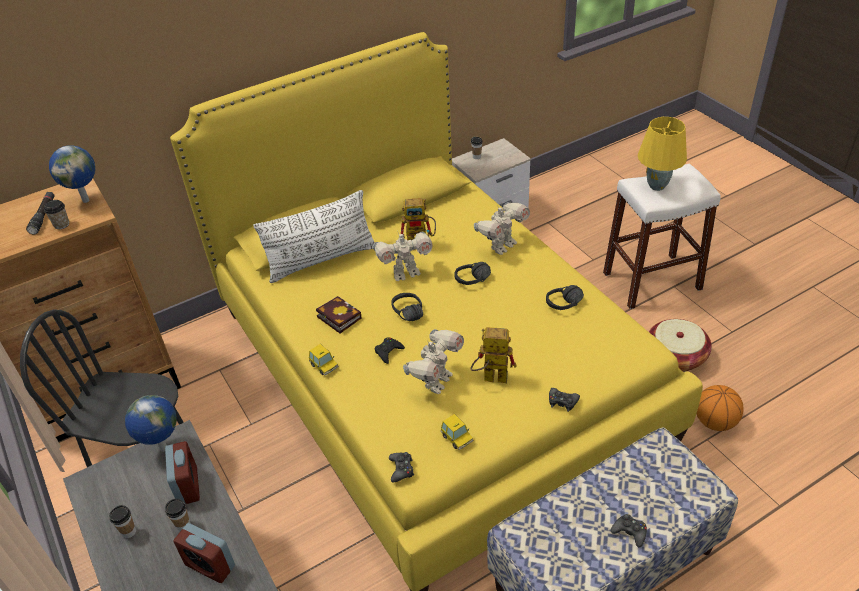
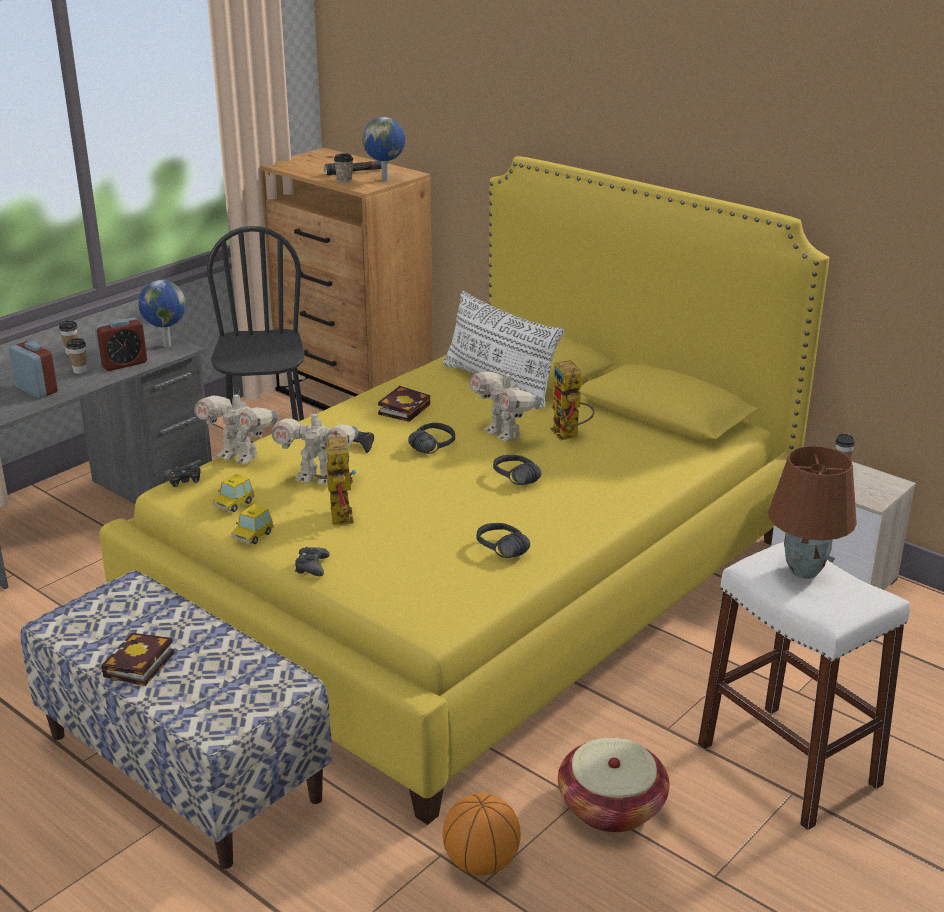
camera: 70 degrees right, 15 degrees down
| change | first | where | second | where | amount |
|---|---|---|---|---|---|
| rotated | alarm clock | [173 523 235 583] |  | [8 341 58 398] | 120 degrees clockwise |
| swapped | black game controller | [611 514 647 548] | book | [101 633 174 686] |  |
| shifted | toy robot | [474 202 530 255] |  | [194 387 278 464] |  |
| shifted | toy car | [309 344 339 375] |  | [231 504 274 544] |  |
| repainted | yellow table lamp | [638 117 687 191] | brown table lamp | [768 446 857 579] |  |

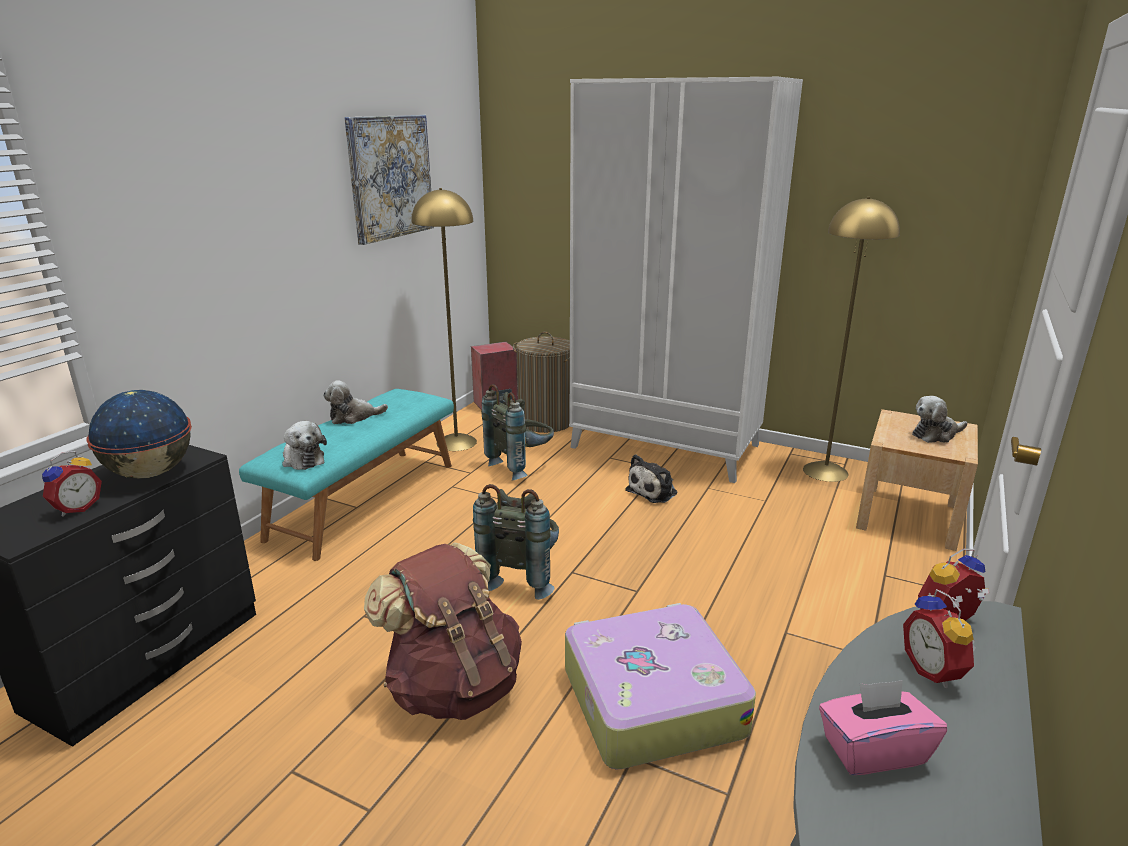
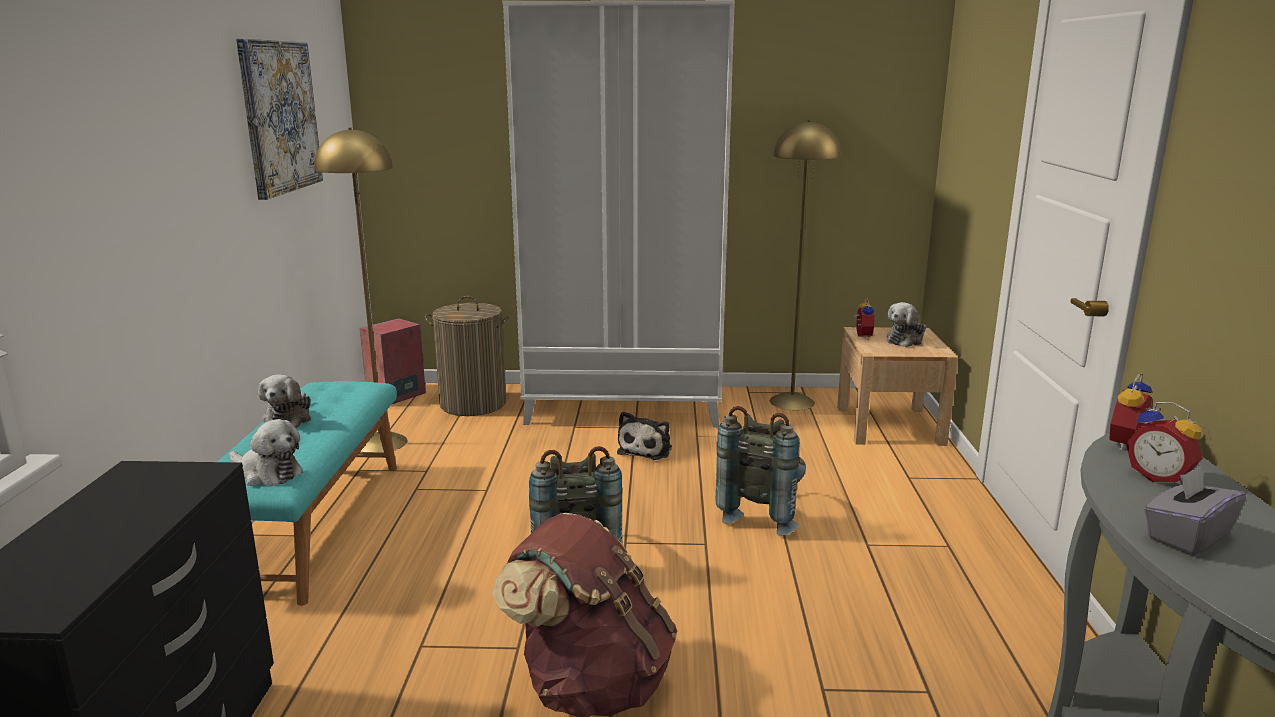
camera: 25 degrees left, 5 degrees down
| change | first | where | second | where | amount |
|---|---|---|---|---|---|
| rotated | plush toy | [323 380 388 424] |  | [258 374 311 428] | 45 degrees counterclockwise |
| shifted | grey backpack | [481 384 554 480] |  | [716 406 806 536] |  |
| shifted | alarm clock | [42 451 102 517] |  | [853 298 875 339] |  |
| repainted | pink tissue box | [819 680 947 775] | grey tissue box | [1144 466 1246 556] |  |
| gone | globe | [86 390 192 478] |  |  |  |
| gone | suitcase | [565 603 756 770] |  |  |  |

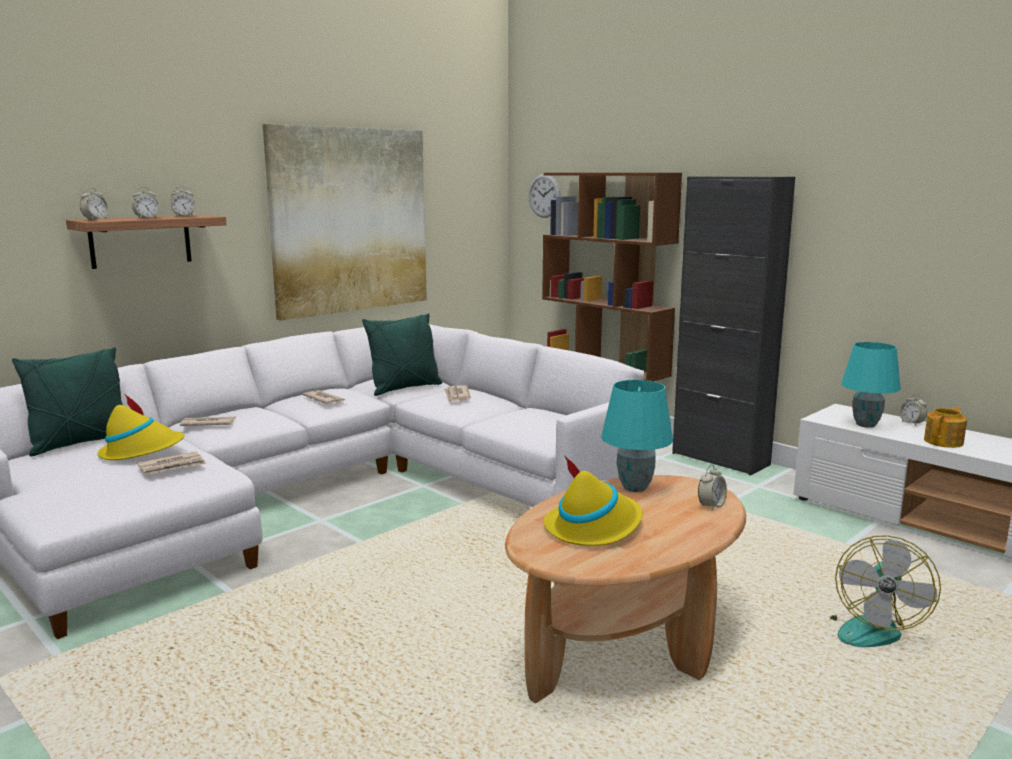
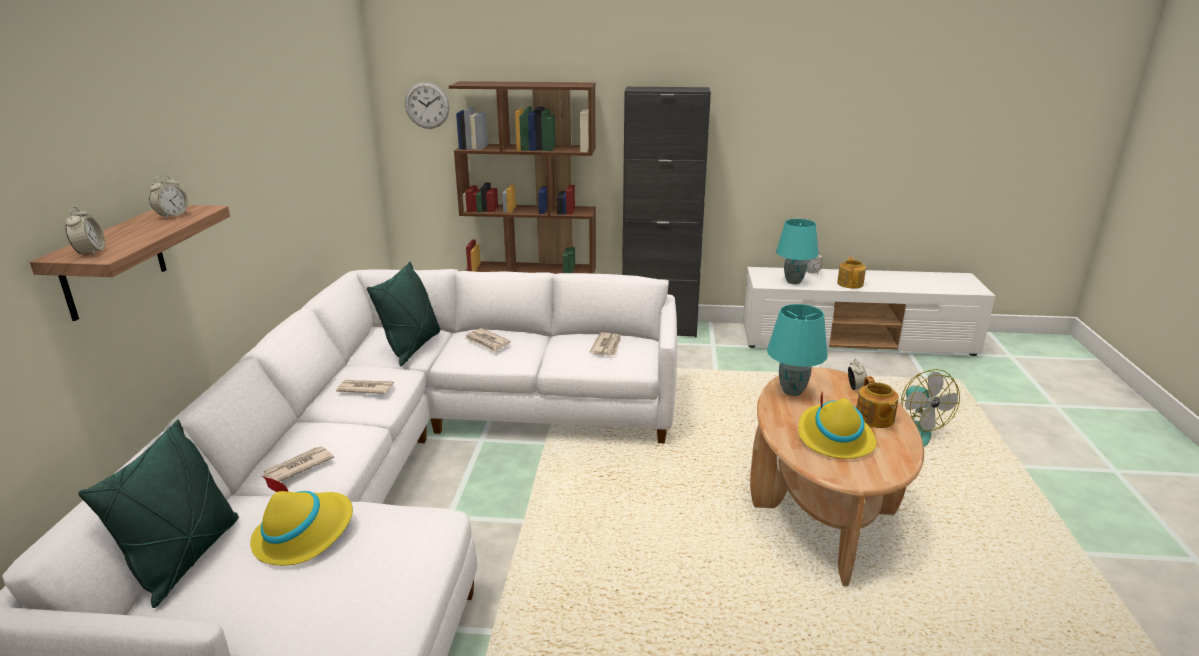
camera: 40 degrees left, 10 degrees up
| change | first | where | second | where | amount |
|---|---|---|---|---|---|
| shifted | newspaper | [137 452 207 474] |  | [589 332 621 356] |  |
| new |  |  | teapot | [856 376 899 428] |  |
| gone | alarm clock | [132 187 160 218] |  |  |  |
| gone | picture | [263 124 427 321] |  |  |  |

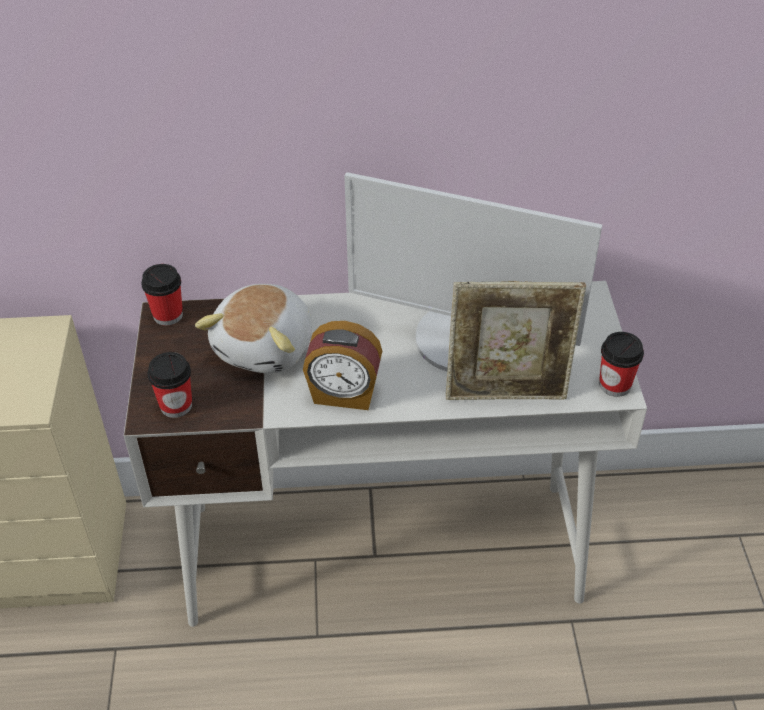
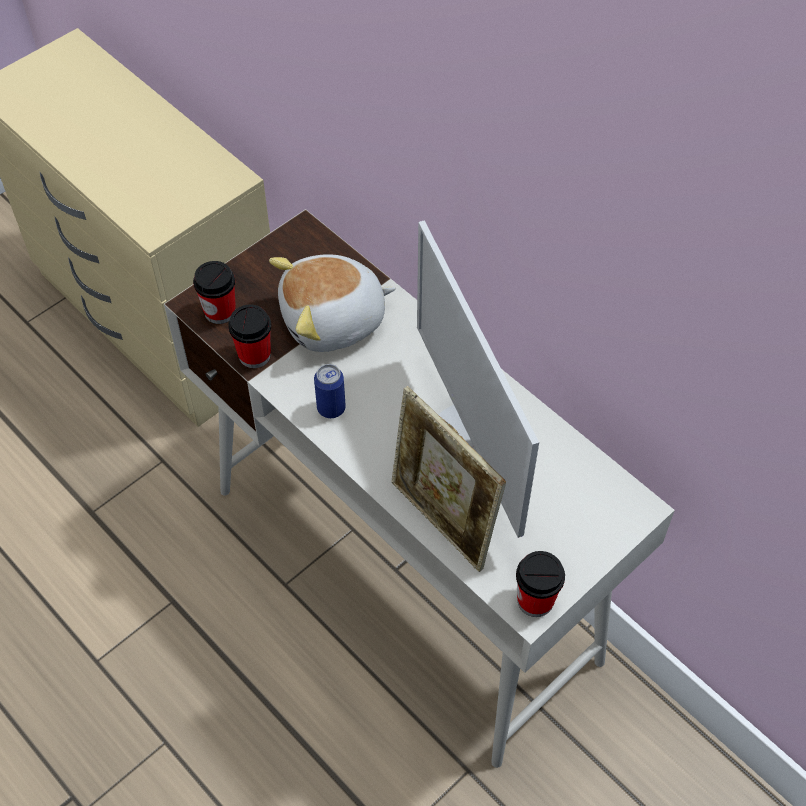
camera: 50 degrees right, 10 degrees up
| change | first | where | second | where | amount |
|---|---|---|---|---|---|
| shifted | cup | [141 264 183 325] |  | [228 304 271 368] |  |
| swapped | alarm clock | [303 321 382 410] | can | [314 364 346 418] |  |

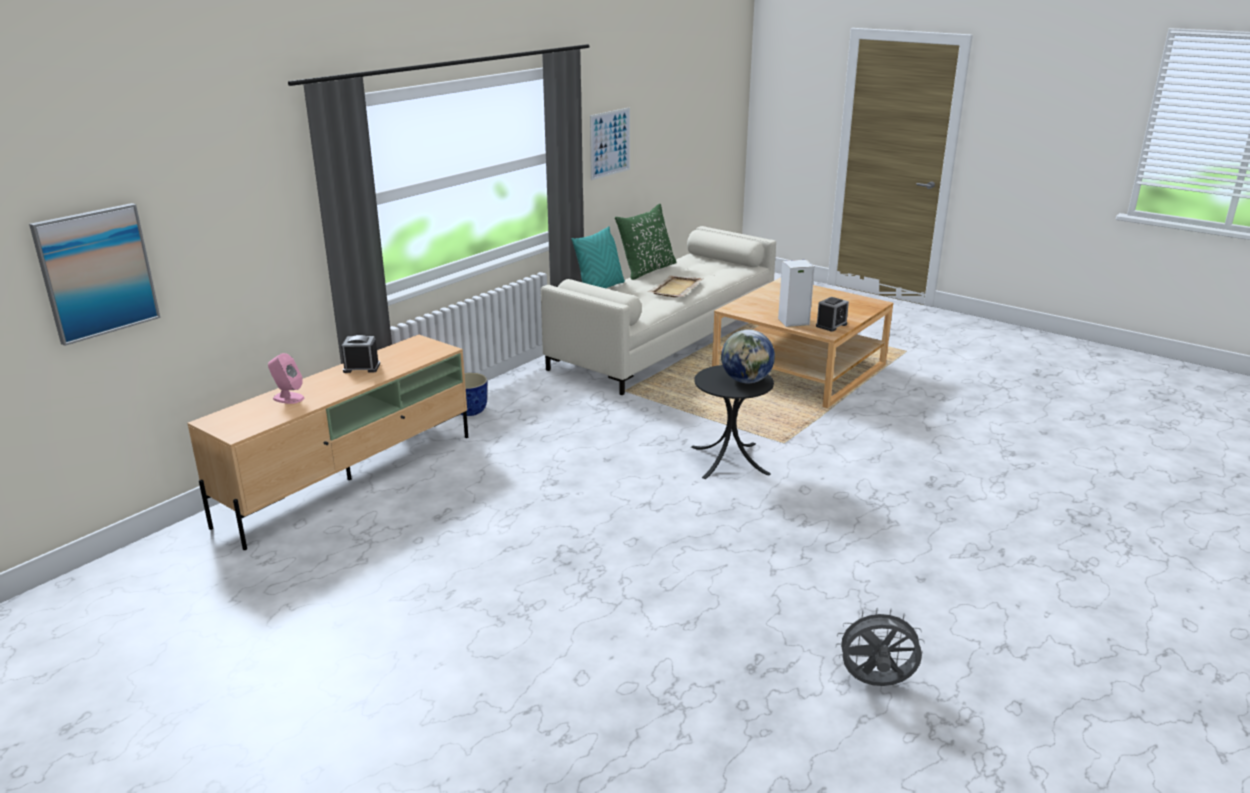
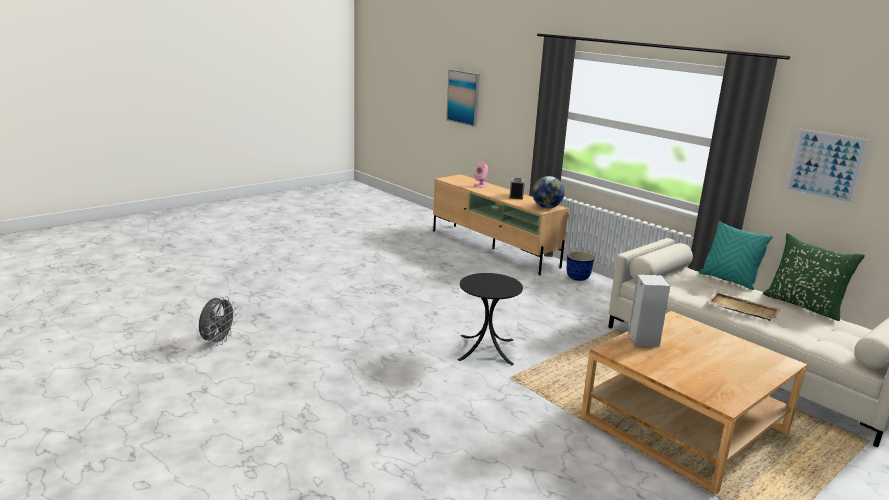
camera: 100 degrees right, 5 degrees down
| change | first | where | second | where | amount |
|---|---|---|---|---|---|
| shifted | globe | [721 330 775 383] |  | [532 176 565 208] |  |
| gone | alarm clock | [816 297 849 332] |  |  |  |

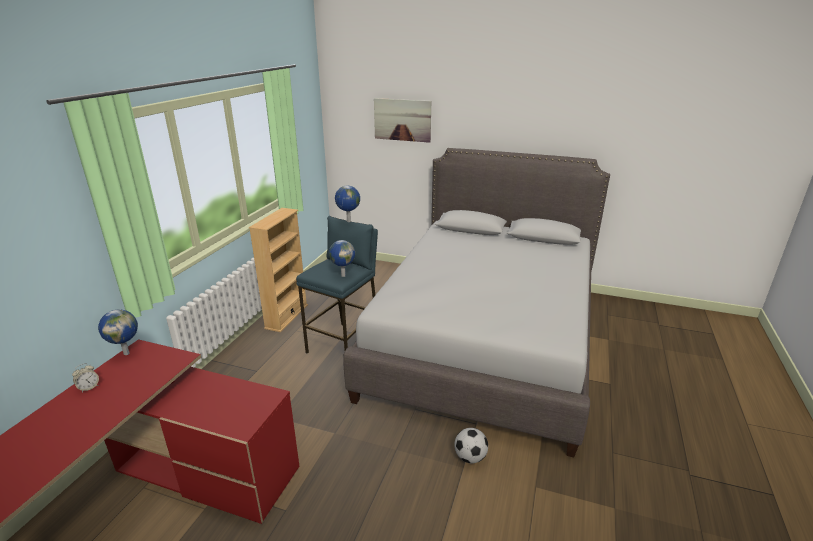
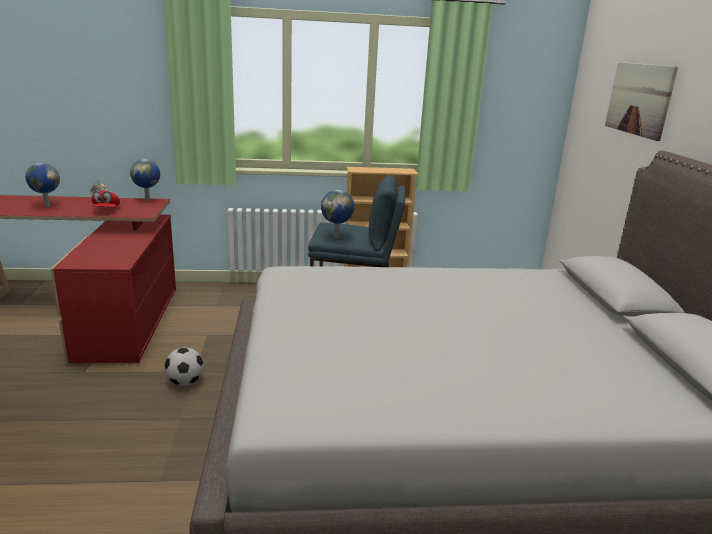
camera: 65 degrees right, 5 degrees down
| change | first | where | second | where | amount |
|---|---|---|---|---|---|
| shifted | globe | [335 185 360 222] |  | [25 163 60 207] |  |
| new |  |  | red cap | [91 191 120 207] |  |
| shifted | football | [454 428 488 463] |  | [164 347 204 386] |  |

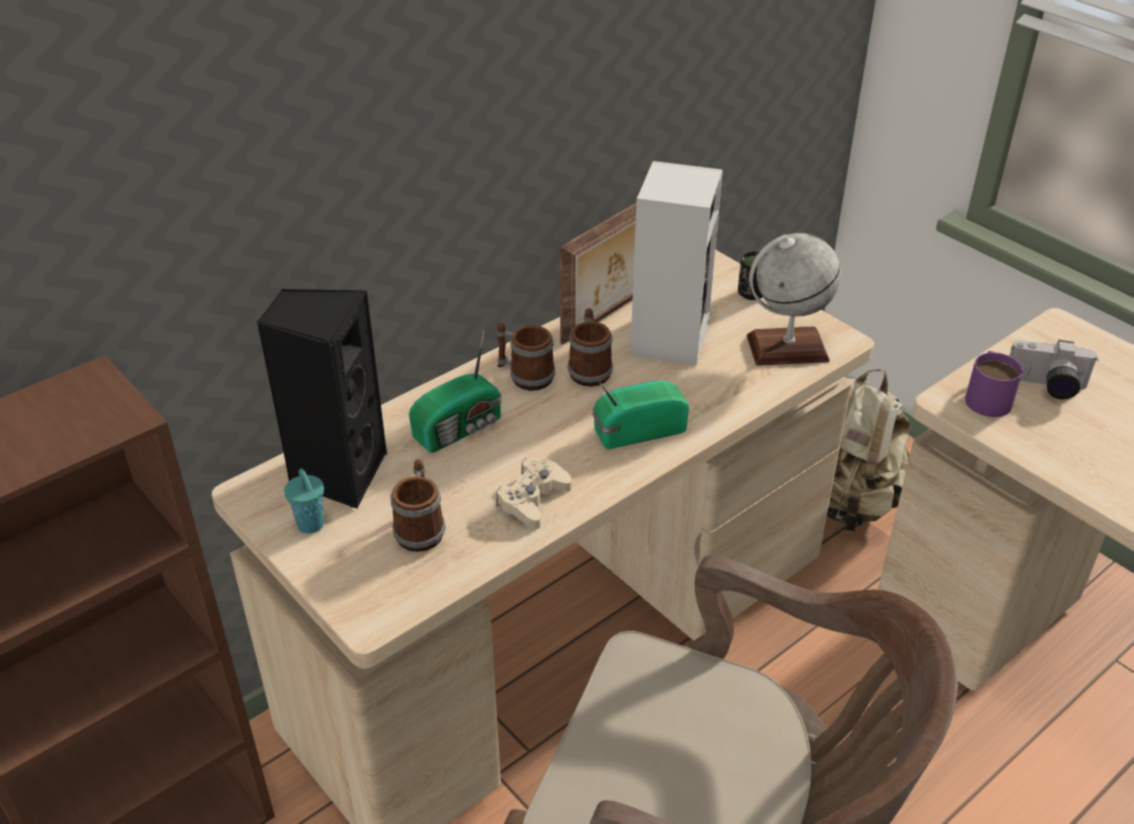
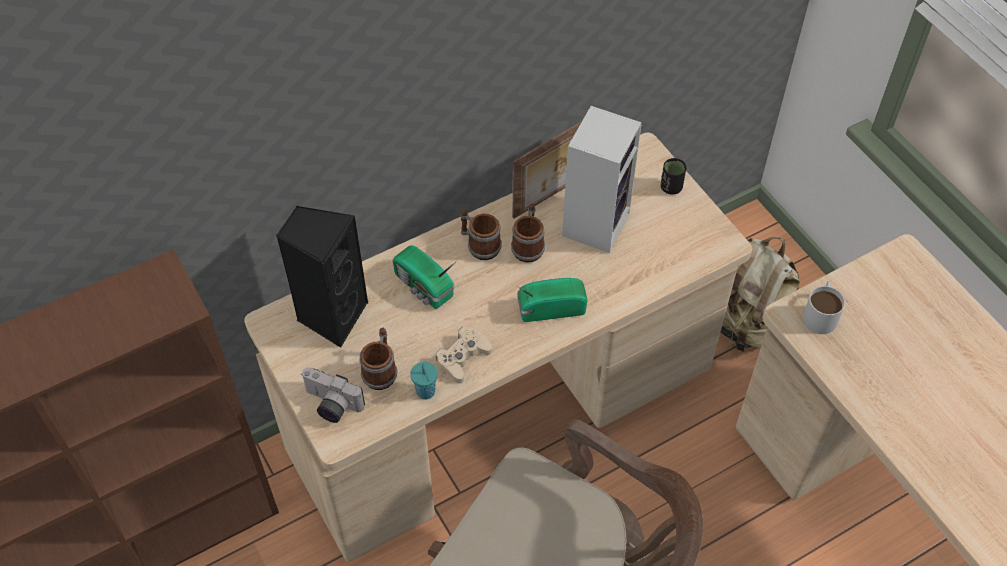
camera: 10 degrees right, 15 degrees up
| change | first | where | second | where | amount |
|---|---|---|---|---|---|
| shifted | photo camera | [1009 340 1099 399] |  | [301 368 365 423] |  |
| rotated | radio | [409 330 502 453] |  | [393 245 456 309] | 75 degrees clockwise |
| shifted | turquoise cup | [284 468 324 534] |  | [410 362 438 399] |  |
| repainted | purple mug | [965 351 1023 417] | white mug | [802 281 845 334] |  |
| gone | globe | [747 233 841 366] |  |  |  |

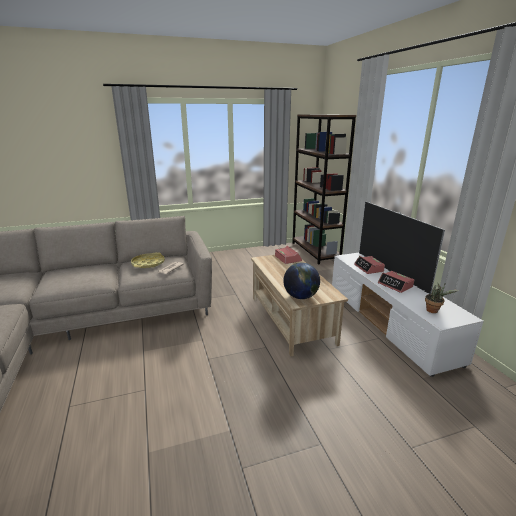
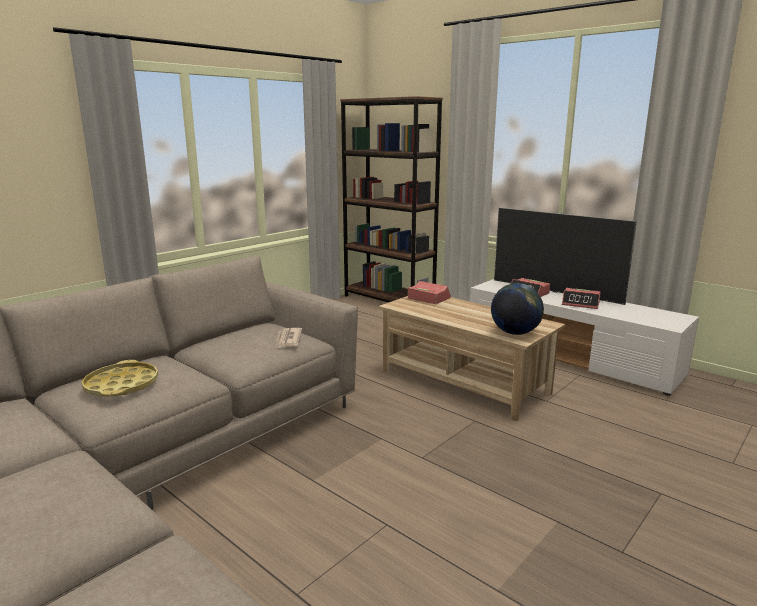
camera: 30 degrees left, 5 degrees down
| change | first | where | second | where | amount |
|---|---|---|---|---|---|
| shifted | yellow tray | [131 252 165 268] |  | [82 360 158 397] |  |
| gone | potted plant | [425 283 459 313] |  |  |  |

